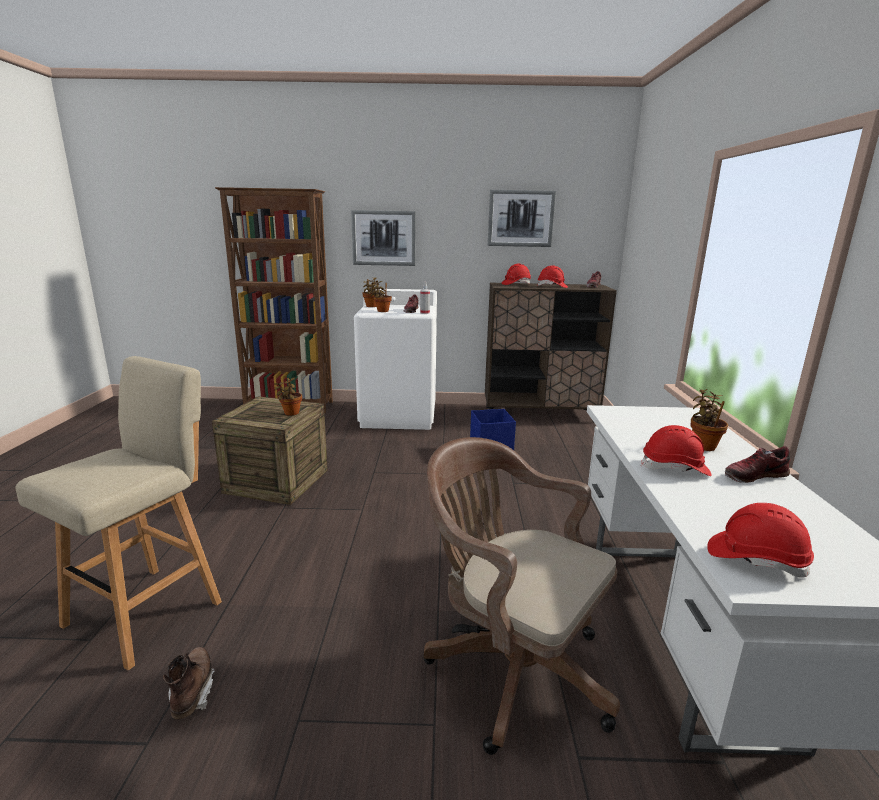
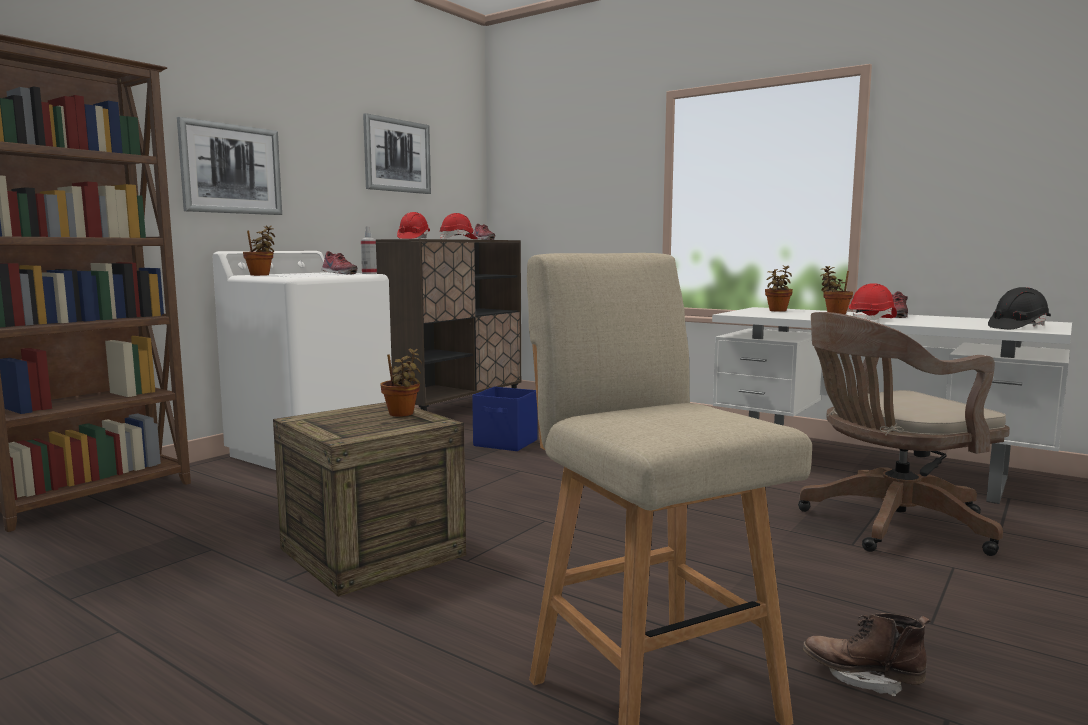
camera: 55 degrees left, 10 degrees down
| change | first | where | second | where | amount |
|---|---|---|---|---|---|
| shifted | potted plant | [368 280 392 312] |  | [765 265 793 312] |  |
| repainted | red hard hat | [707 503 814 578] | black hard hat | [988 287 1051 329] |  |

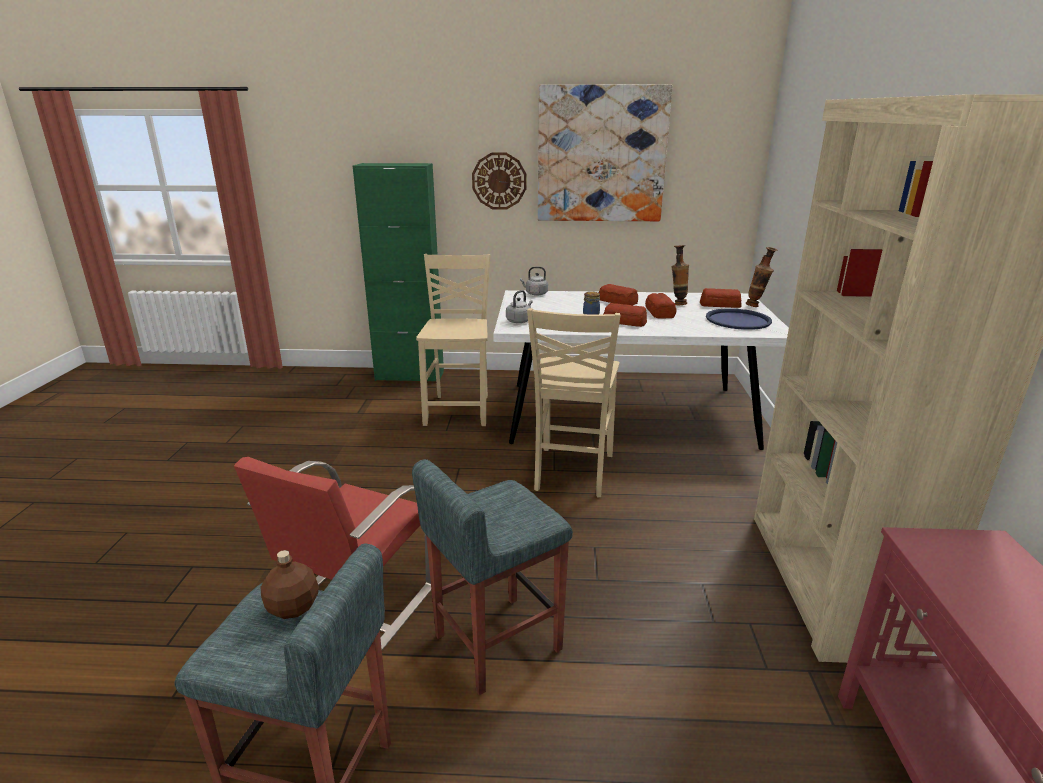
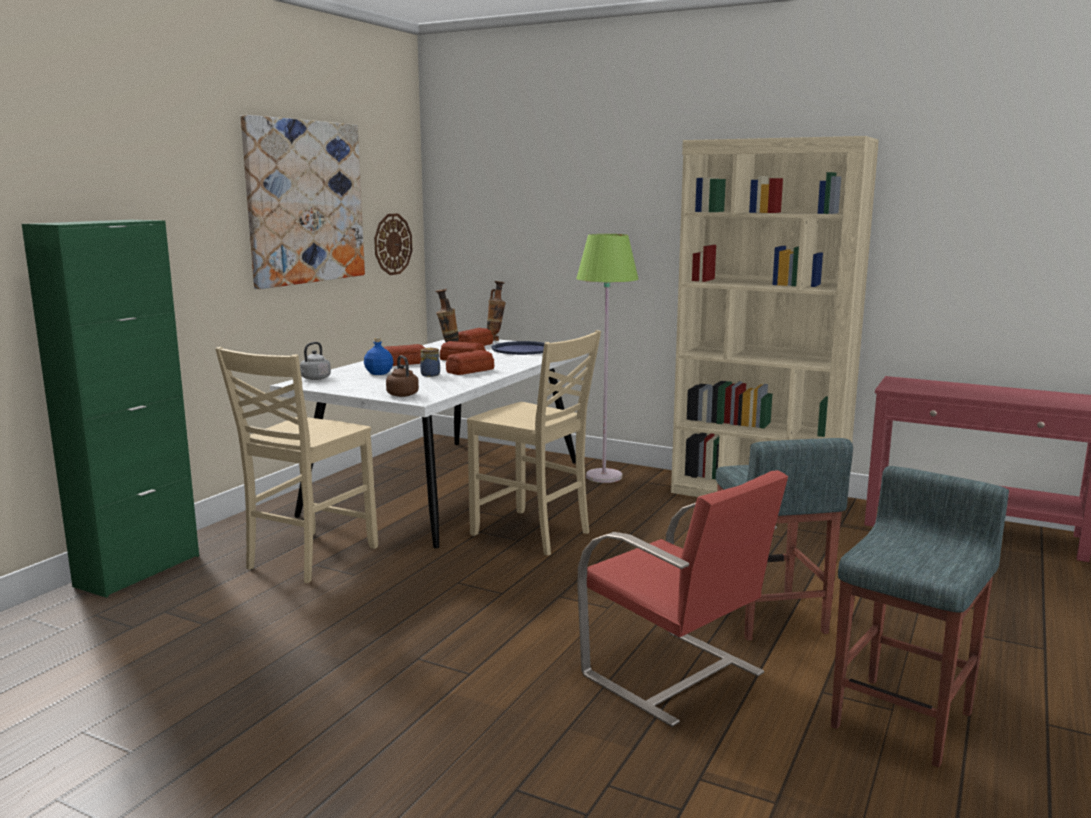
camera: 65 degrees left, 10 degrees down
| change | first | where | second | where | amount |
|---|---|---|---|---|---|
| rotated | beige chair | [416 254 490 426] |  | [215 347 378 583] | 90 degrees counterclockwise |
| new |  |  | blue bottle | [364 338 393 375] |  |
| shifted | wall clock | [472 152 526 210] |  | [374 213 412 275] |  |
| repainted | grey kettle | [506 290 533 323] | brown kettle | [386 355 419 397] |  |
| new |  |  | green floor lamp | [576 234 638 483] |  |
| gone | brown bottle | [260 550 319 619] |  |  |  |

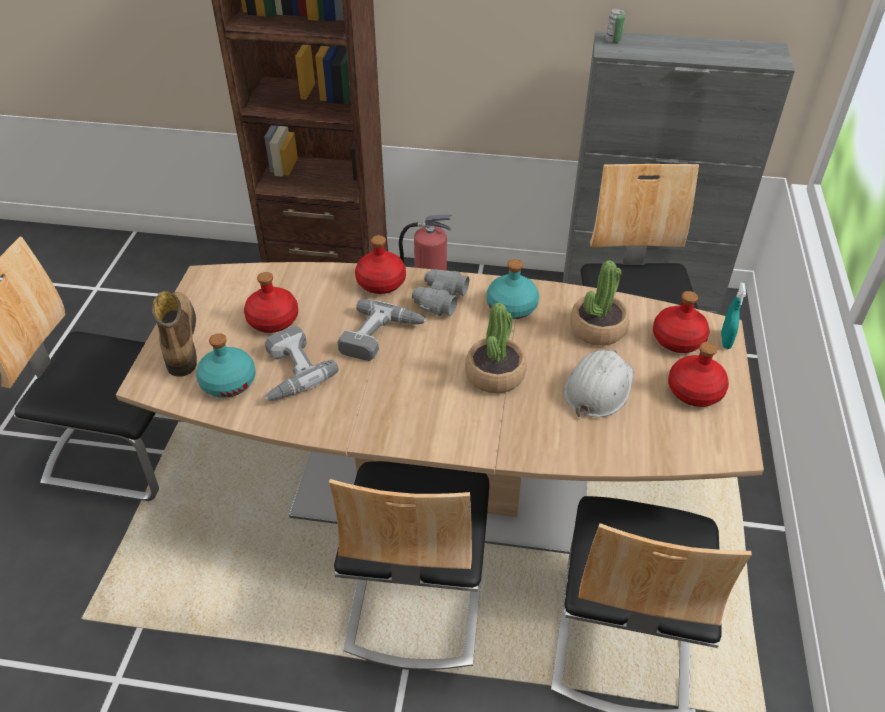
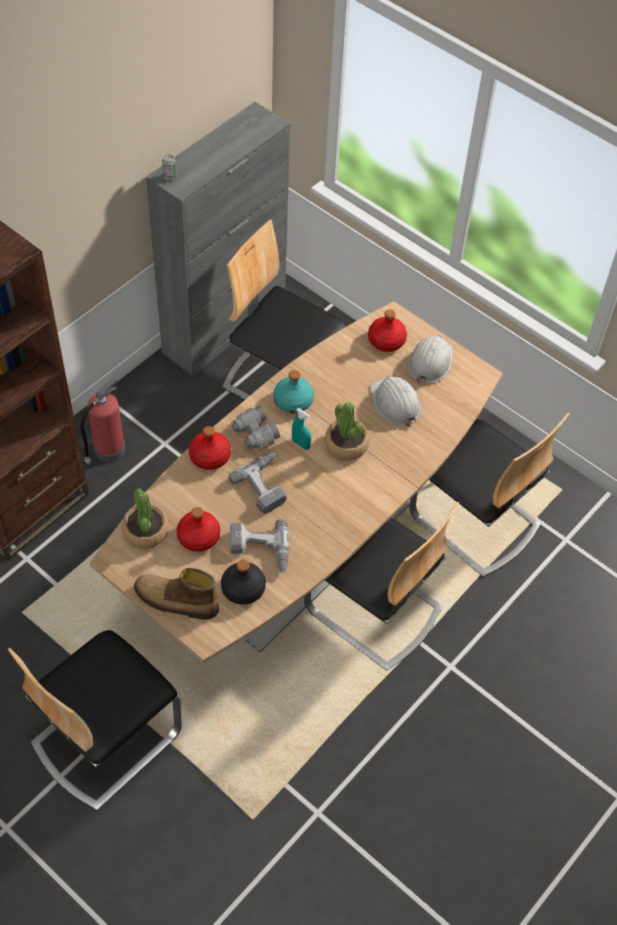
camera: 60 degrees left, 10 degrees up
| change | first | where | second | where | amount |
|---|---|---|---|---|---|
| shifted | potted plant | [570 260 629 346] |  | [122 488 169 549] |  |
| repainted | turquoise bottle | [196 333 256 398] | black bottle | [221 560 266 605] |  |
| shifted | turquoise spray bottle | [721 282 746 349] |  | [292 408 311 450] |  |
| swapped | red bottle | [668 342 729 407] | white hard hat | [407 335 453 384] |  |

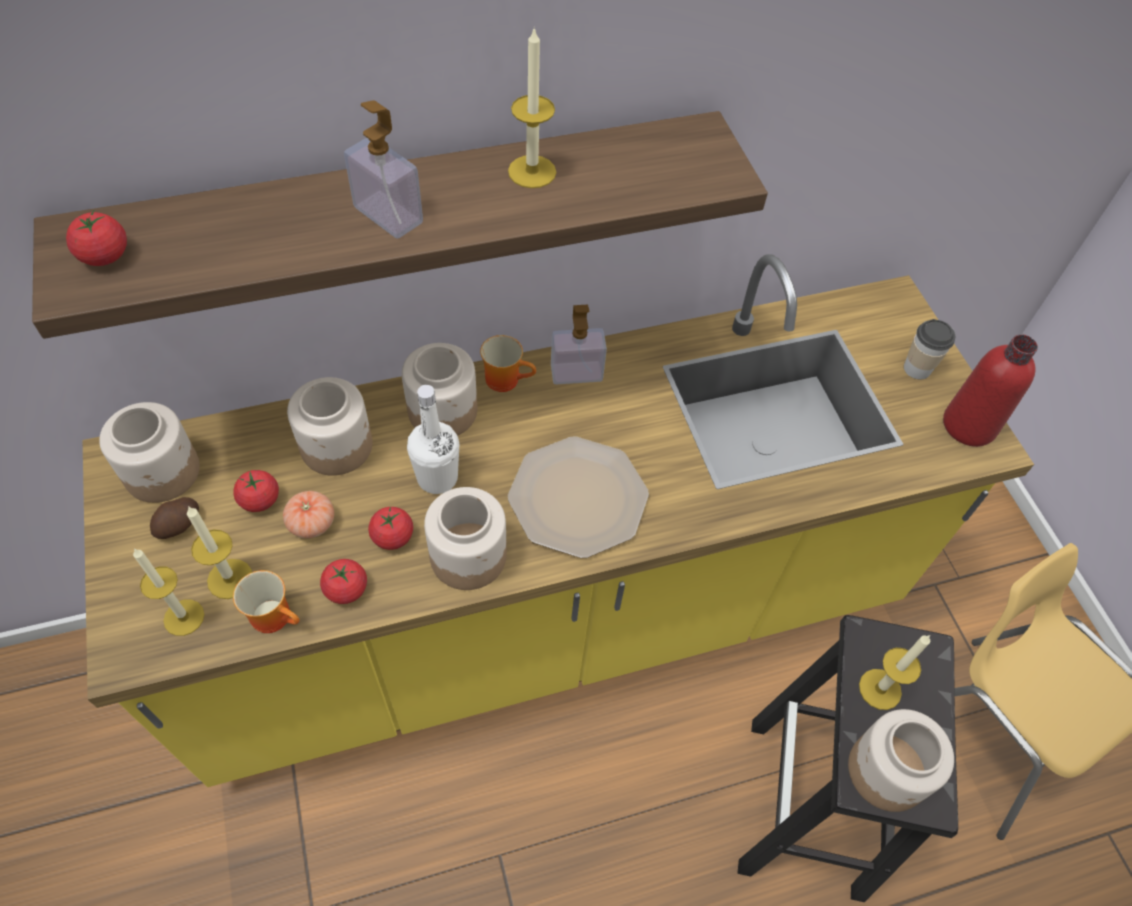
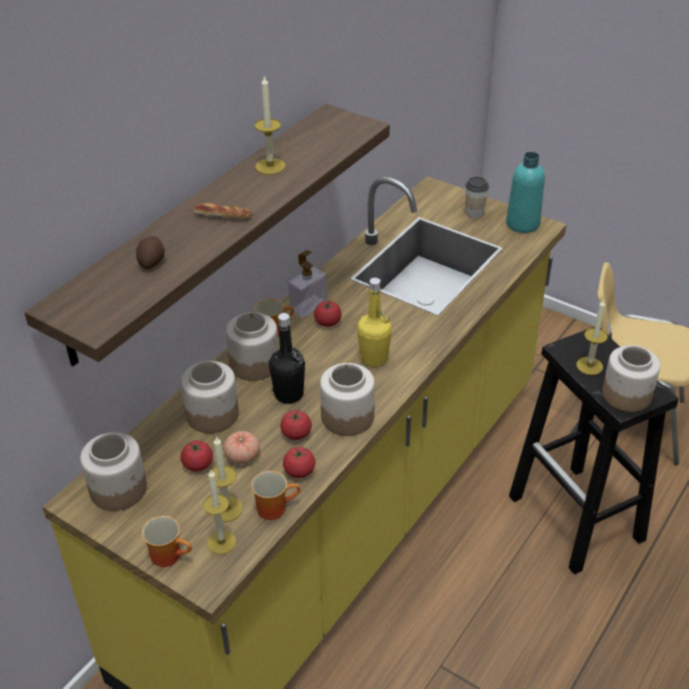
camera: 35 degrees left, 15 degrees down
| change | first | where | second | where | amount |
|---|---|---|---|---|---|
| shifted | potato | [150 497 199 539] |  | [136 236 165 269] |  |
| new |  |  | mug | [142 516 192 567] |  |
| swapped | soap dispenser | [344 100 423 239] | bread | [193 203 253 219] |  |
| repainted | white bottle | [407 385 459 494] | black bottle | [269 313 305 404] |  |
| shifted | tomato | [66 211 127 266] |  | [314 301 342 327] |  |
| swapped | plate | [508 437 649 558] | yellow bottle | [357 278 392 367] |  |
| repainted | red bottle | [943 334 1038 447] | turquoise bottle | [506 152 545 233] |  |

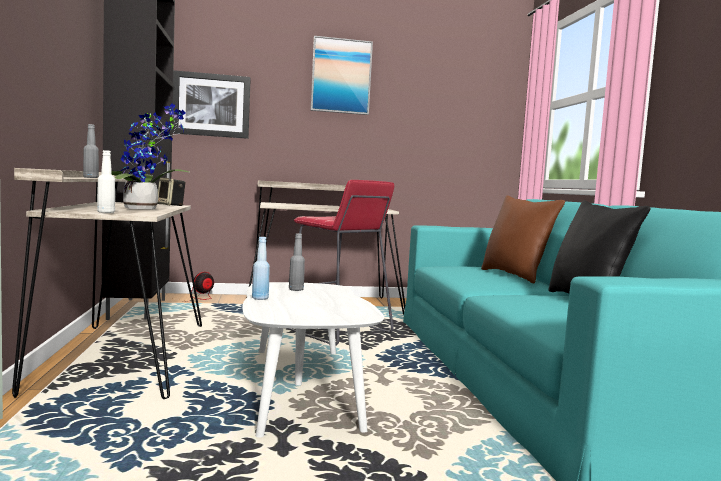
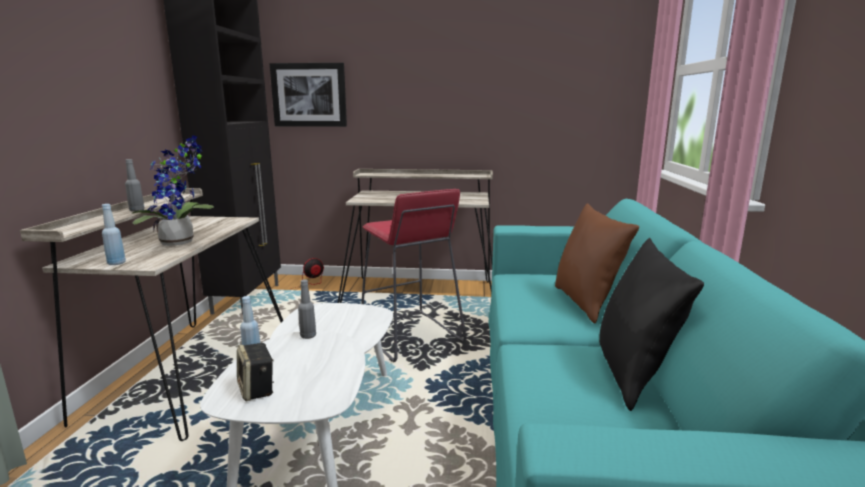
camera: 15 degrees right, 10 degrees up
| change | first | where | second | where | amount |
|---|---|---|---|---|---|
| repainted | white bottle | [97 150 115 213] | blue bottle | [102 204 126 265] |  |
| shifted | speaker | [158 177 186 206] |  | [237 343 274 401] |  |
| gone | picture | [311 36 373 115] |  |  |  |

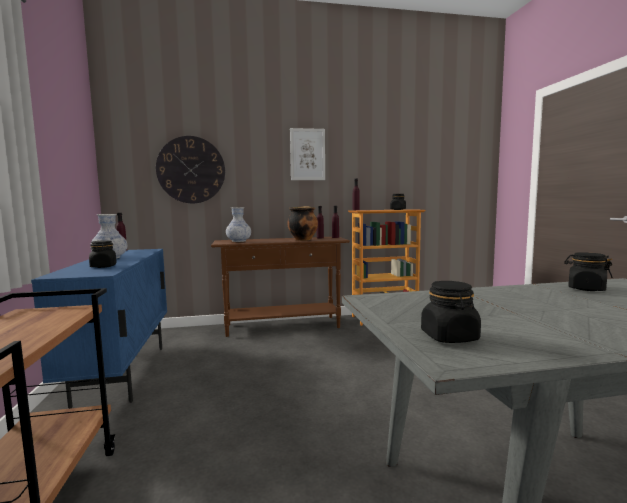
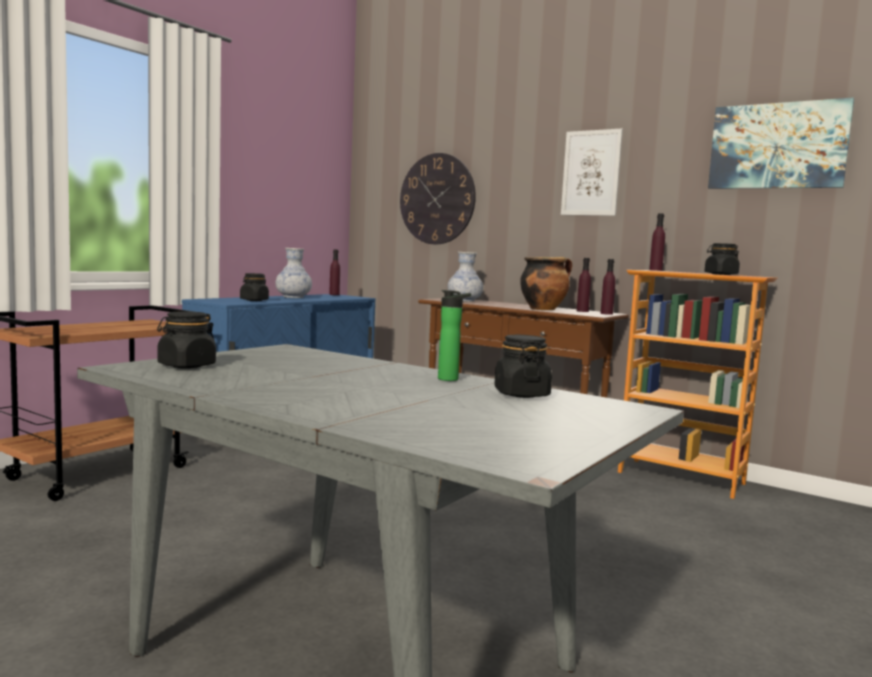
camera: 45 degrees right, 0 degrees up
| change | first | where | second | where | amount |
|---|---|---|---|---|---|
| new |  |  | bottle | [438 290 471 381] |  |
| new |  |  | picture | [708 98 854 189] |  |

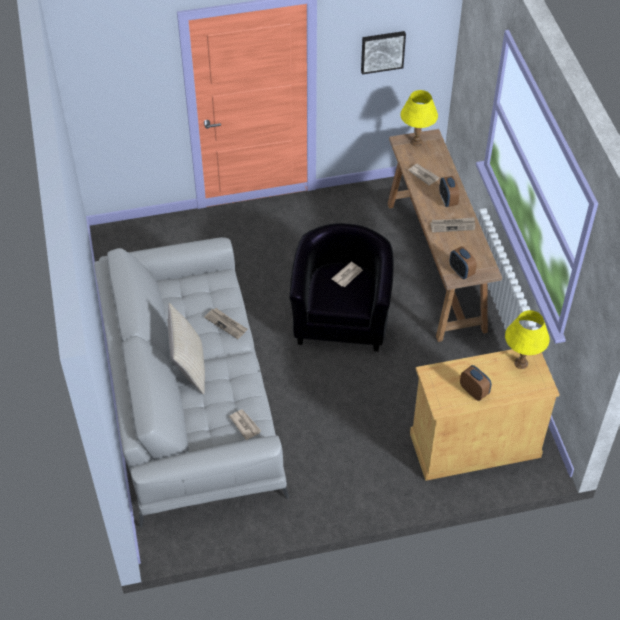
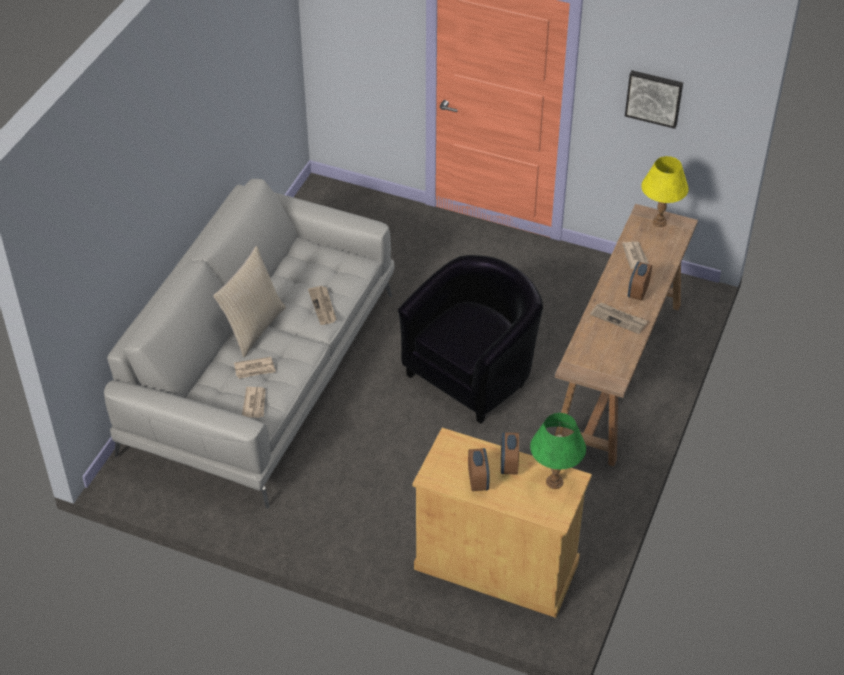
camera: 35 degrees right, 5 degrees down
| change | first | where | second | where | amount |
|---|---|---|---|---|---|
| shifted | newspaper | [331 262 363 287] |  | [234 357 276 379] |  |
| shifted | alarm clock | [449 246 477 279] |  | [501 432 519 475] |  |
| repainted | yellow table lamp | [505 310 550 369] | green table lamp | [530 413 586 489] |  |

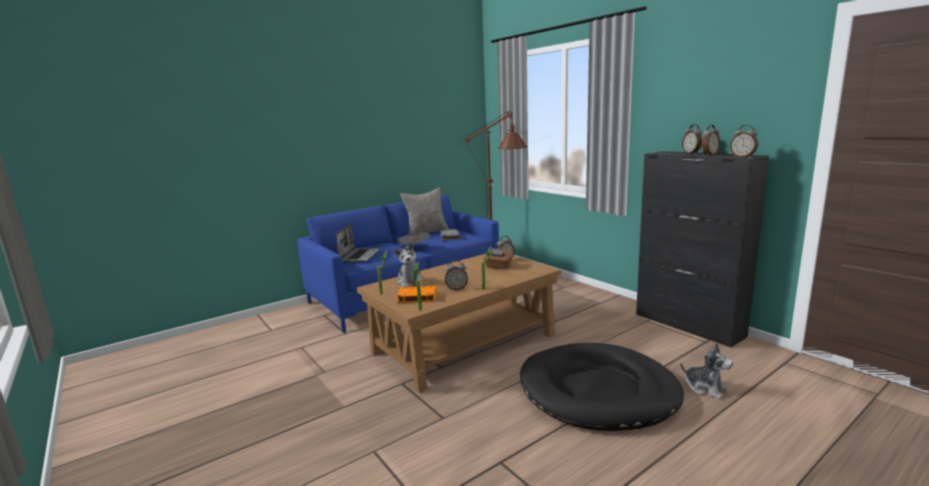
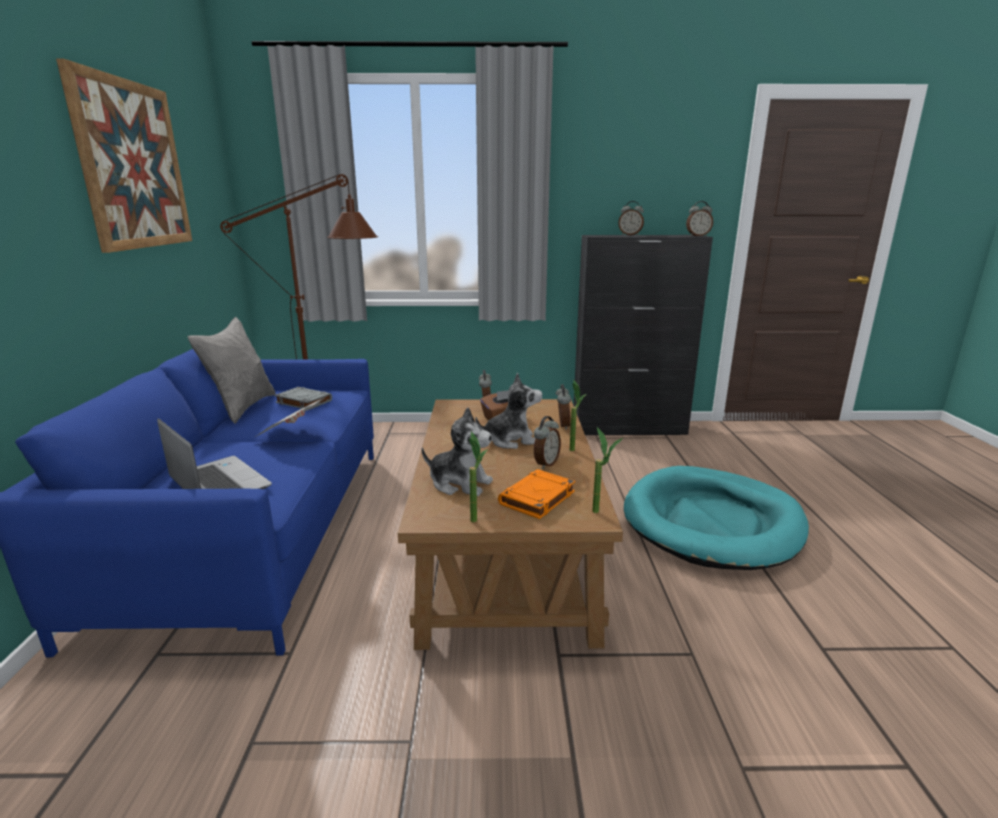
camera: 55 degrees left, 5 degrees up
| change | first | where | second | where | amount |
|---|---|---|---|---|---|
| new |  |  | picture | [56 58 192 253] |  |
| shifted | plush toy | [680 343 733 399] |  | [475 373 542 449] |  |
| shifted | alarm clock | [702 125 720 156] |  | [556 384 571 430] |  |
| repainted | black dog bed | [520 343 684 431] | turquoise dog bed | [624 466 809 570] |  |

